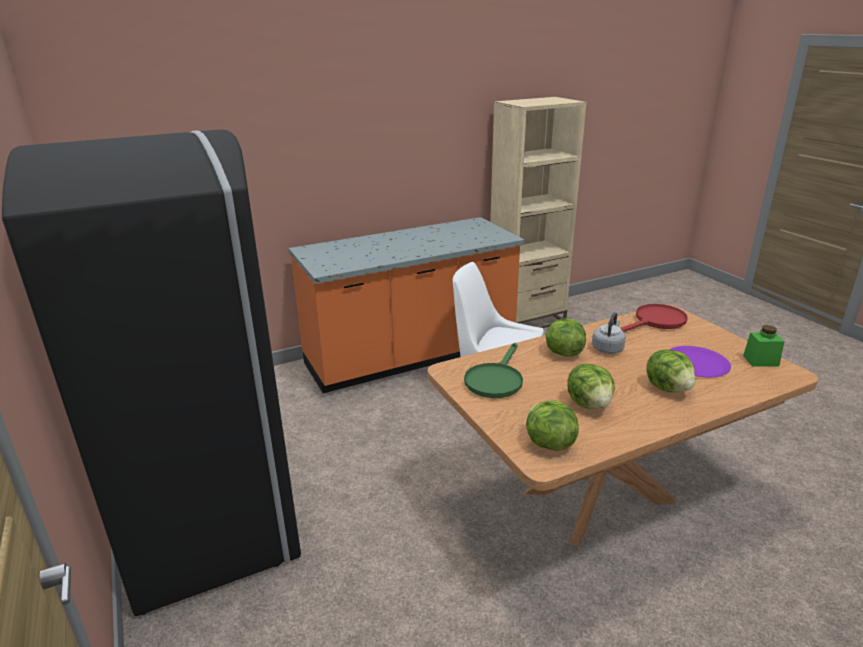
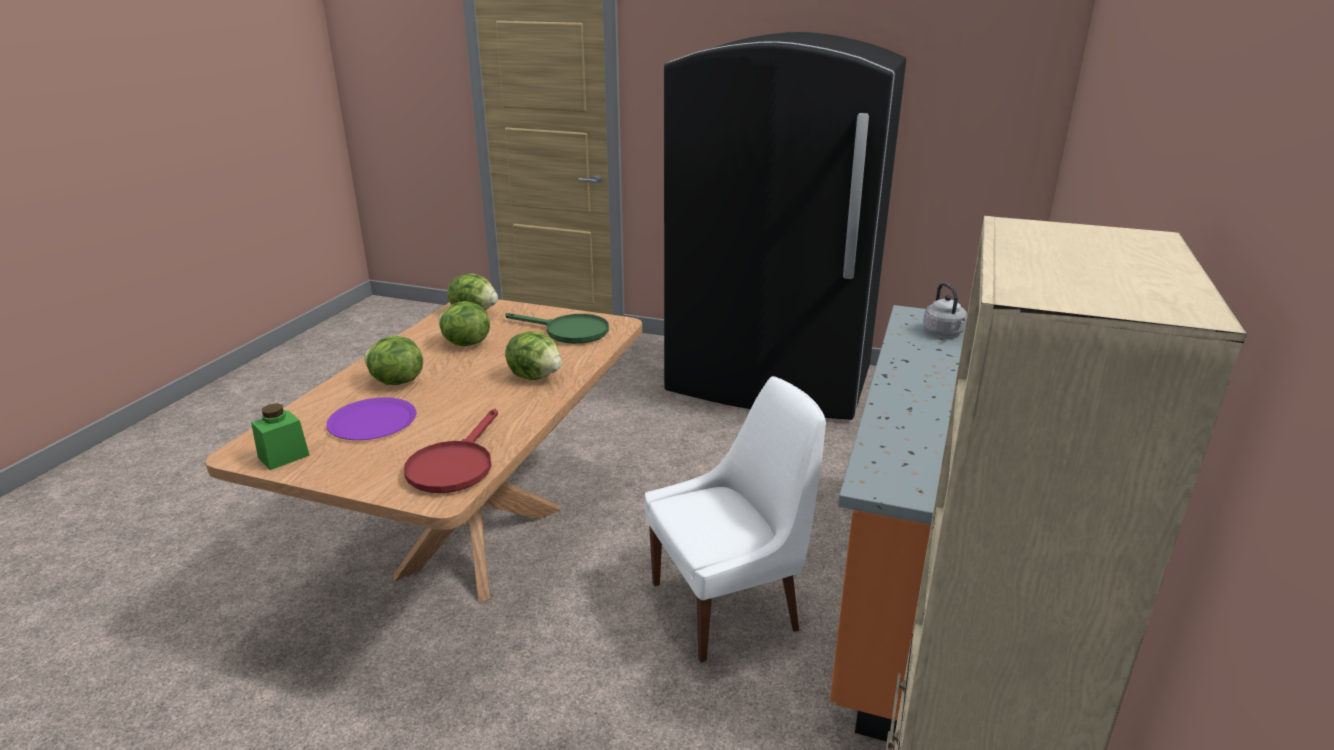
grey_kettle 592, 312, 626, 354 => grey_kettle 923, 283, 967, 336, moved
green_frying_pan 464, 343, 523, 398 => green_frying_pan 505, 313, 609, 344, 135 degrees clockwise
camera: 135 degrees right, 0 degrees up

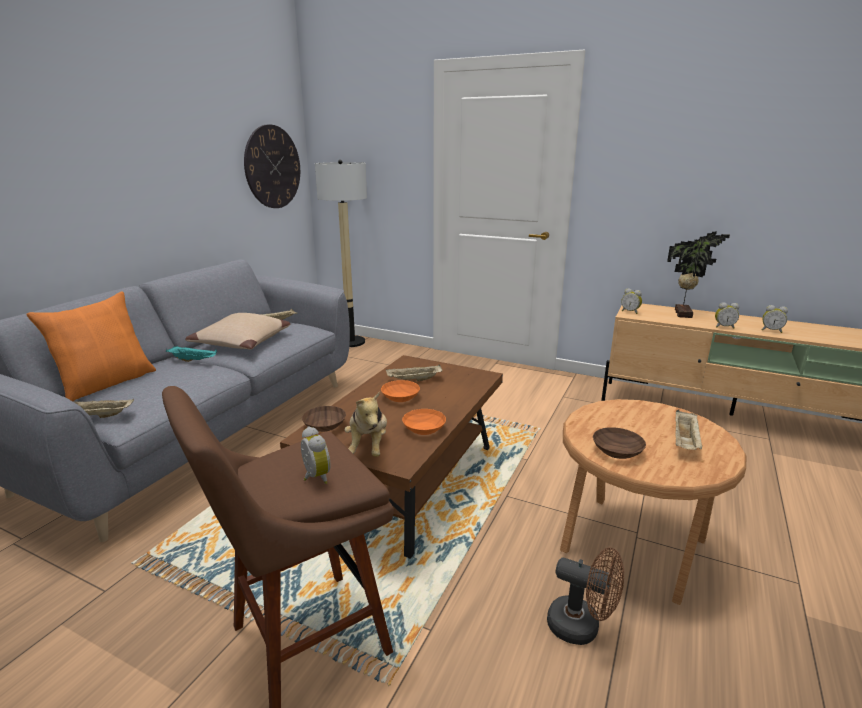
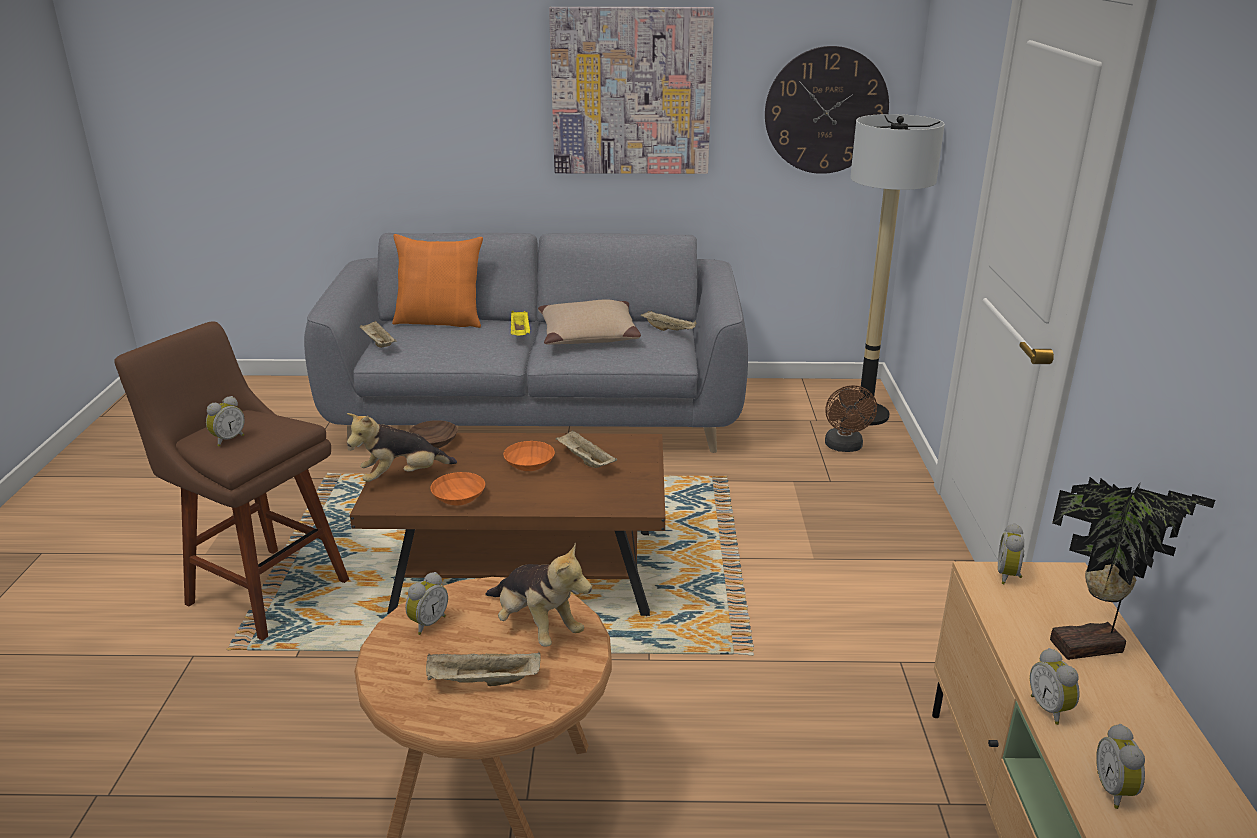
turquoise_tray 166, 346, 217, 362 => yellow_tray 511, 311, 530, 336
brown_bowl 593, 427, 646, 459 => alarm_clock 405, 572, 448, 635
brown_fan 547, 547, 624, 645 => brown_fan 825, 385, 877, 452, moved
nothing => picture 549, 7, 714, 174
nothing => plush_toy 485, 543, 592, 647
camera: 65 degrees right, 5 degrees up

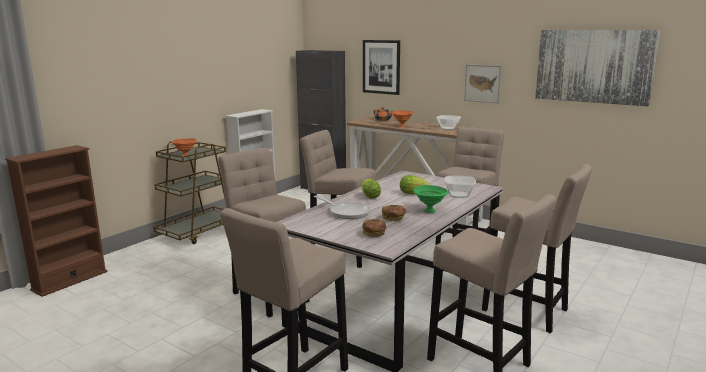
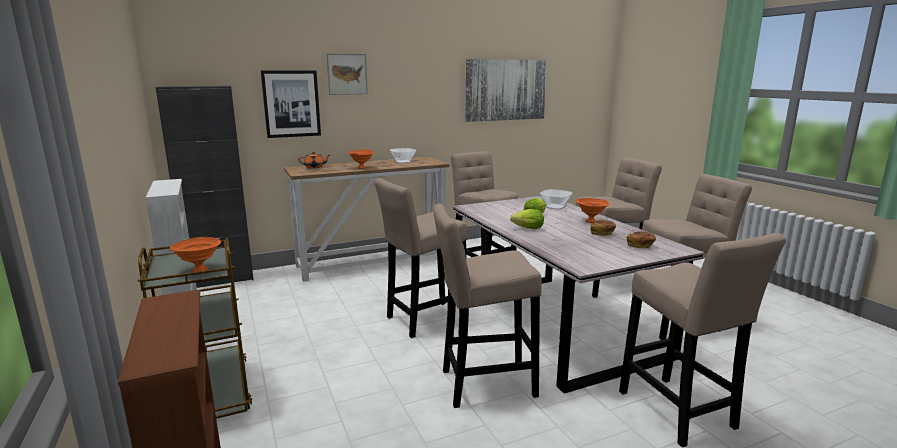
picture 464, 64, 502, 104 => picture 326, 53, 368, 95, moved
green_bowl 413, 185, 449, 213 => orange_bowl 576, 198, 610, 223
frying_pan 314, 195, 371, 219 => nothing
camera: 60 degrees left, 0 degrees up

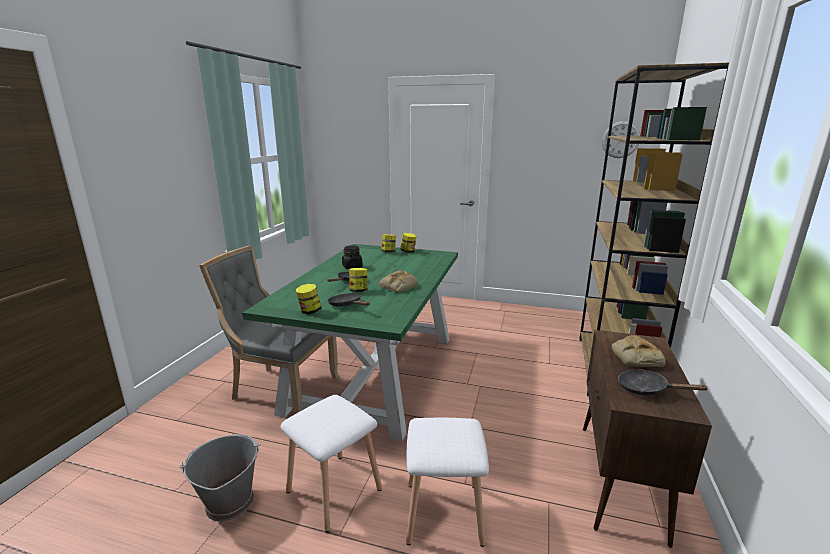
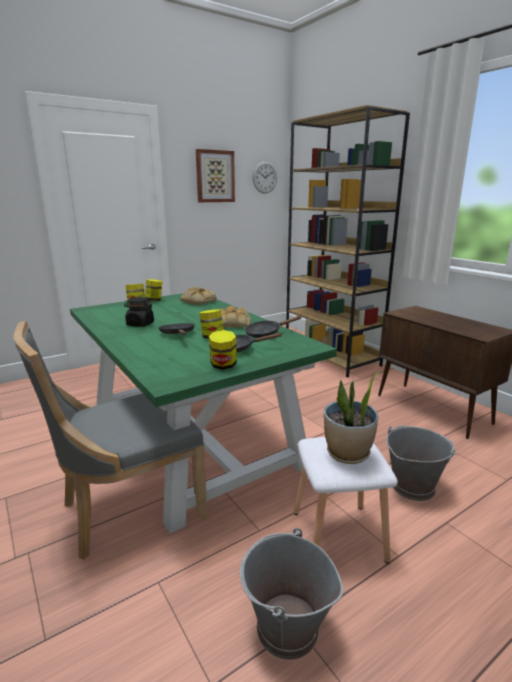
bread 612, 335, 666, 367 => bread 180, 287, 217, 305, moved
black_frying_pan 618, 369, 709, 395 => black_frying_pan 244, 316, 301, 338, moved
white_stool 406, 418, 489, 547 => grey_bucket 387, 426, 457, 501
nothing => picture 196, 149, 235, 202
nothing => potted_plant 324, 371, 380, 464
camera: 50 degrees left, 0 degrees up

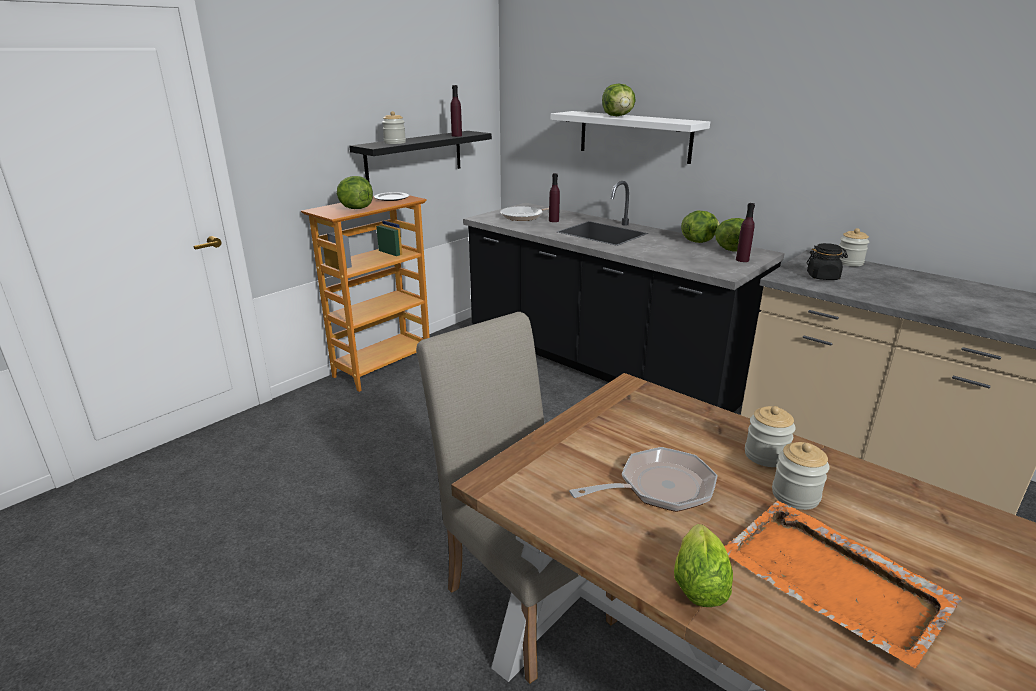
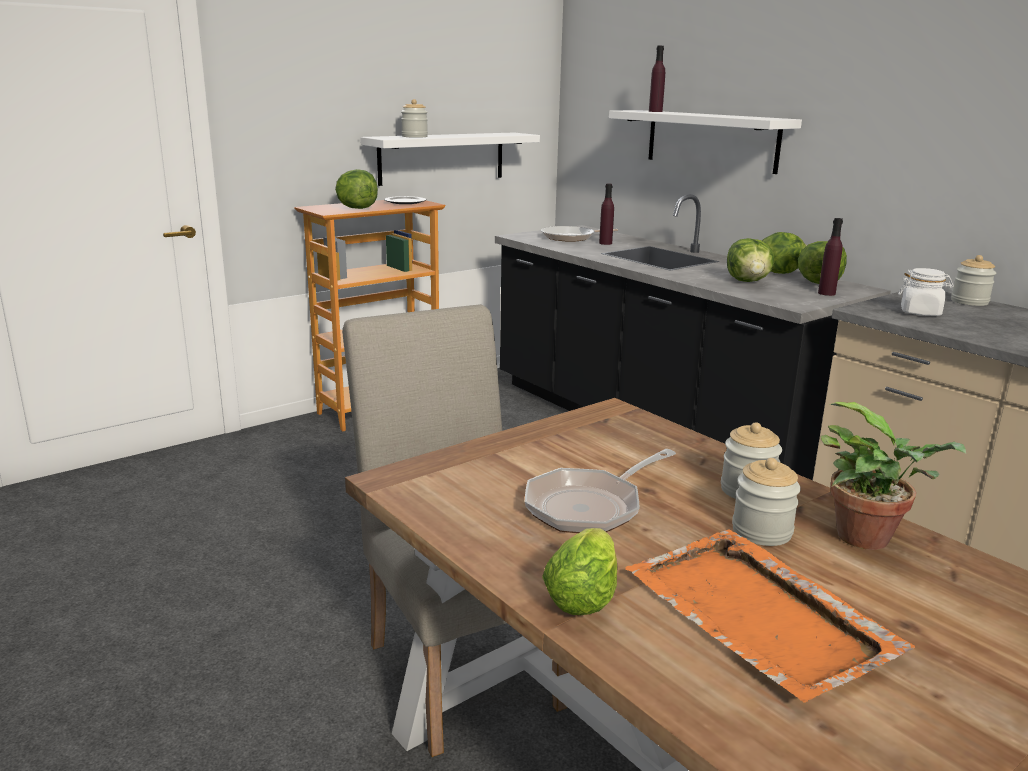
lettuce 602, 83, 636, 116 => lettuce 727, 238, 774, 282, moved
purple_bottle 450, 85, 462, 137 => purple_bottle 649, 46, 665, 112, moved
black_shelf 349, 131, 492, 183 => white_shelf 360, 133, 540, 186
black_jar 807, 243, 848, 280 => white_jar 898, 268, 954, 316
frying_pan 569, 447, 718, 512 => frying_pan 525, 449, 676, 533, 150 degrees clockwise
nothing => potted_plant 821, 402, 966, 550
camera: 10 degrees right, 5 degrees down

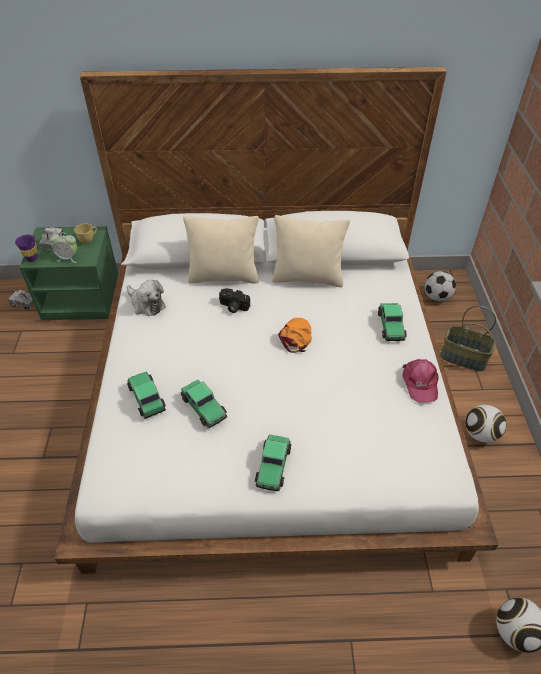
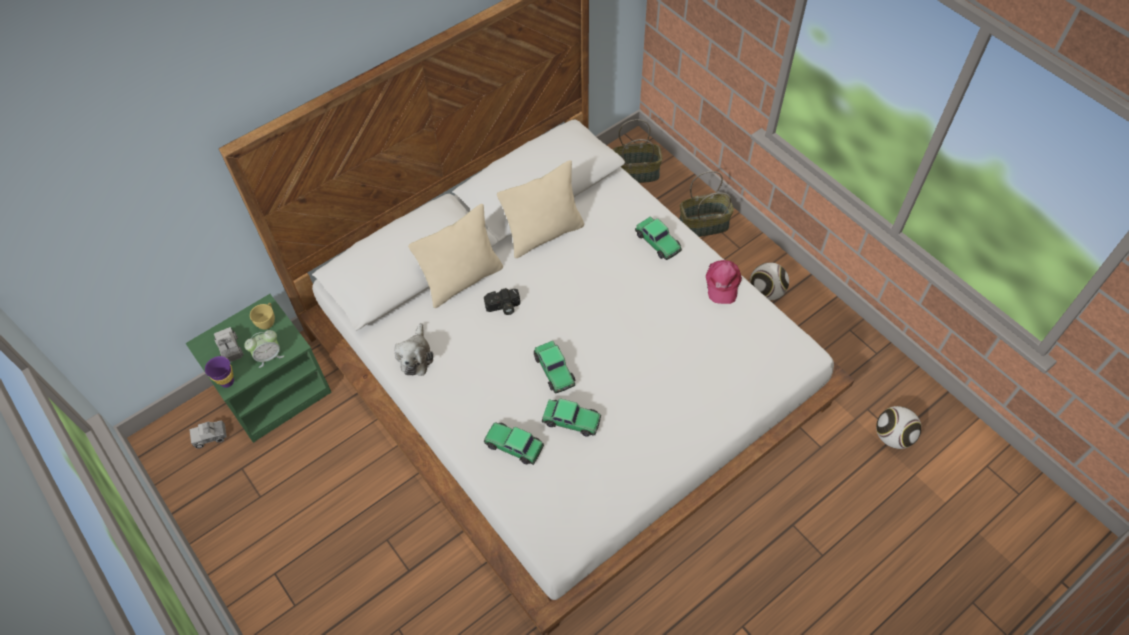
football 425, 271, 456, 302 => basket 612, 119, 663, 183
plush_toy 126, 280, 166, 316 => plush_toy 394, 323, 433, 376, 90 degrees clockwise
orange_cap 278, 318, 312, 353 => nothing
pink_cap 403, 359, 439, 403 => pink_cap 706, 260, 742, 304, 45 degrees clockwise
toy_car 255, 434, 292, 491 => toy_car 534, 341, 576, 393, moved
camera: 35 degrees left, 10 degrees up

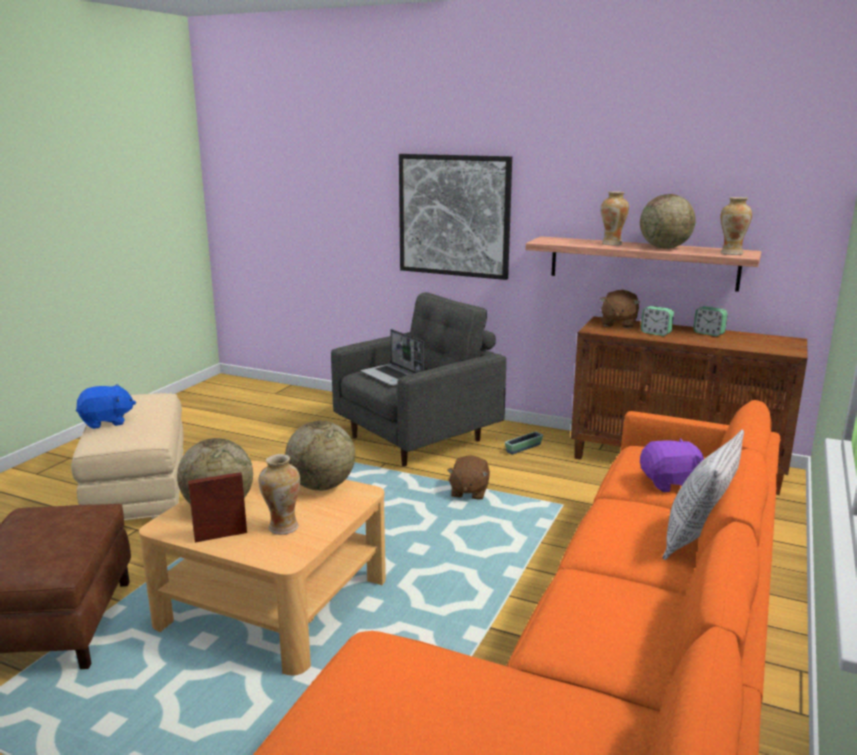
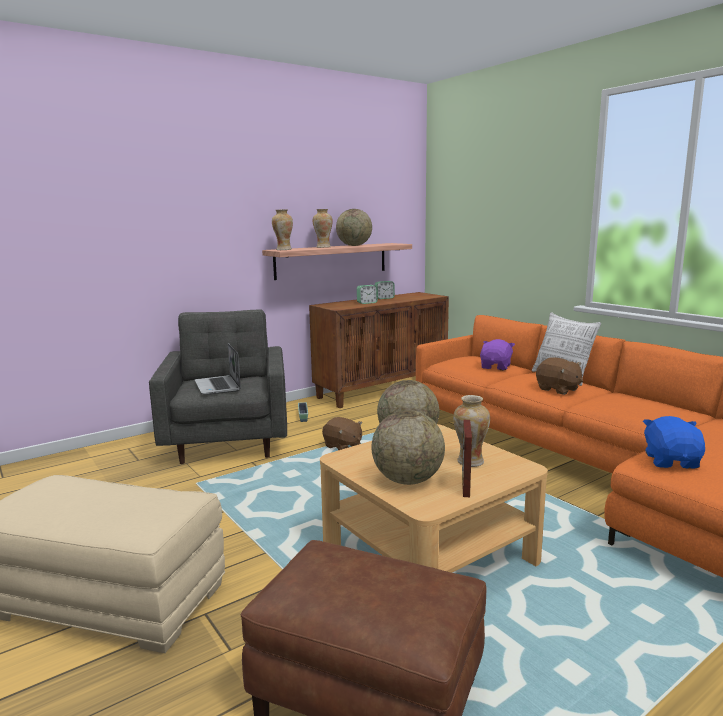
picture 399, 154, 512, 280 => nothing
vase 721, 197, 752, 255 => vase 272, 209, 293, 250, moved
brown_plush_toy 600, 290, 640, 329 => brown_plush_toy 536, 357, 583, 395, moved
laptop 361, 329, 424, 386 => laptop 195, 343, 241, 395, 75 degrees clockwise
blue_plush_toy 76, 384, 136, 429 => blue_plush_toy 643, 416, 705, 469, moved
camera: 60 degrees left, 5 degrees down

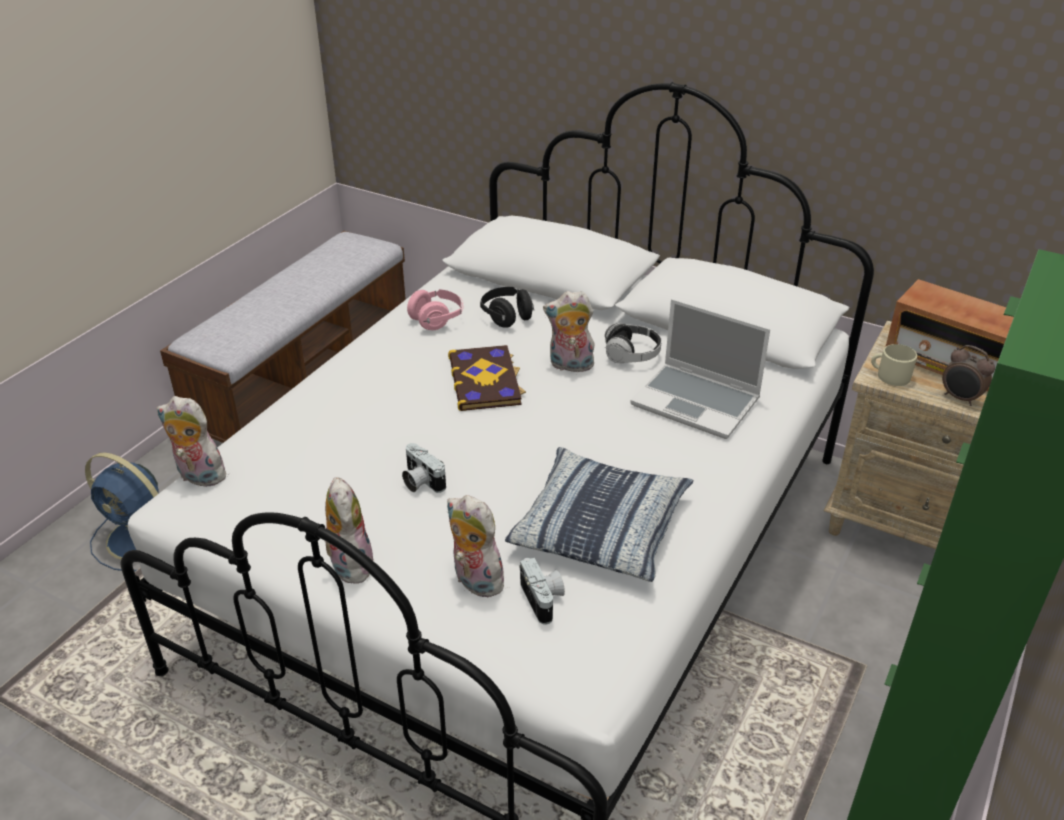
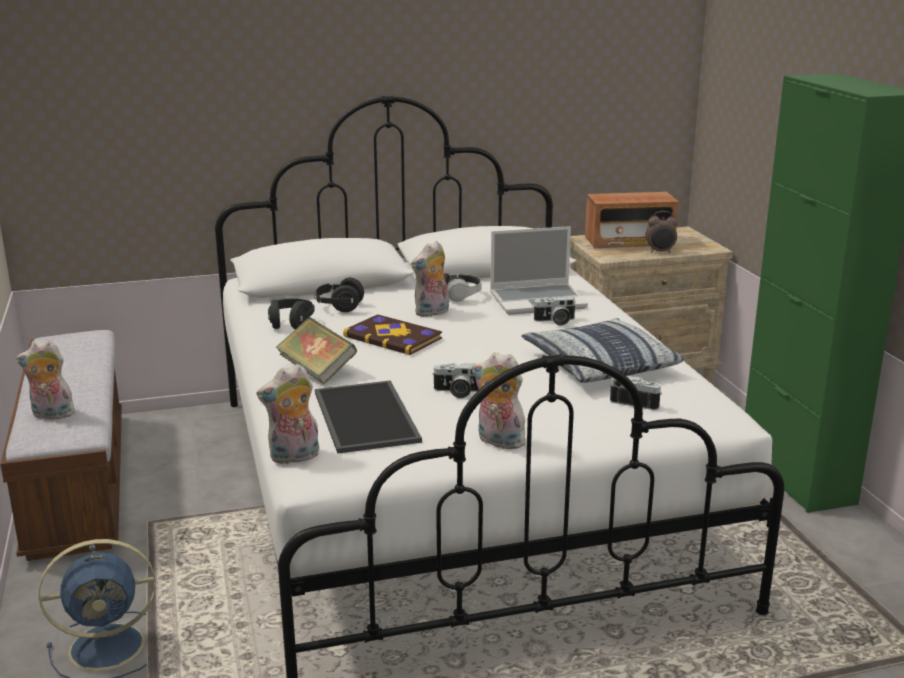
pink_headphones 407, 289, 463, 330 => black_headphones 268, 299, 315, 329
beige_mug 871, 344, 917, 386 => nothing
plush_toy 447, 495, 504, 598 => plush_toy 16, 340, 75, 419, moved
nothing => photo_camera 534, 296, 576, 326
nothing => book 276, 317, 357, 384
nothing => tray 315, 380, 422, 454
camera: 45 degrees left, 15 degrees down

